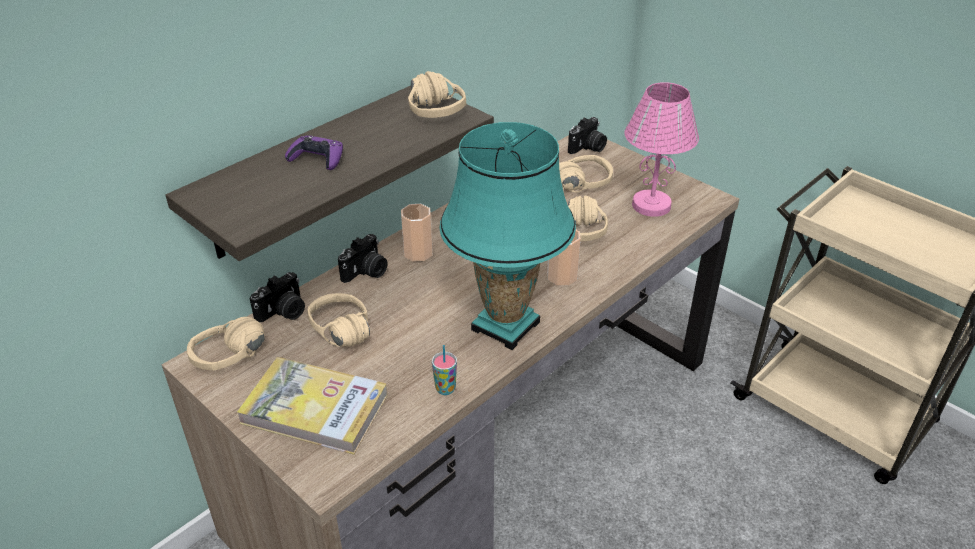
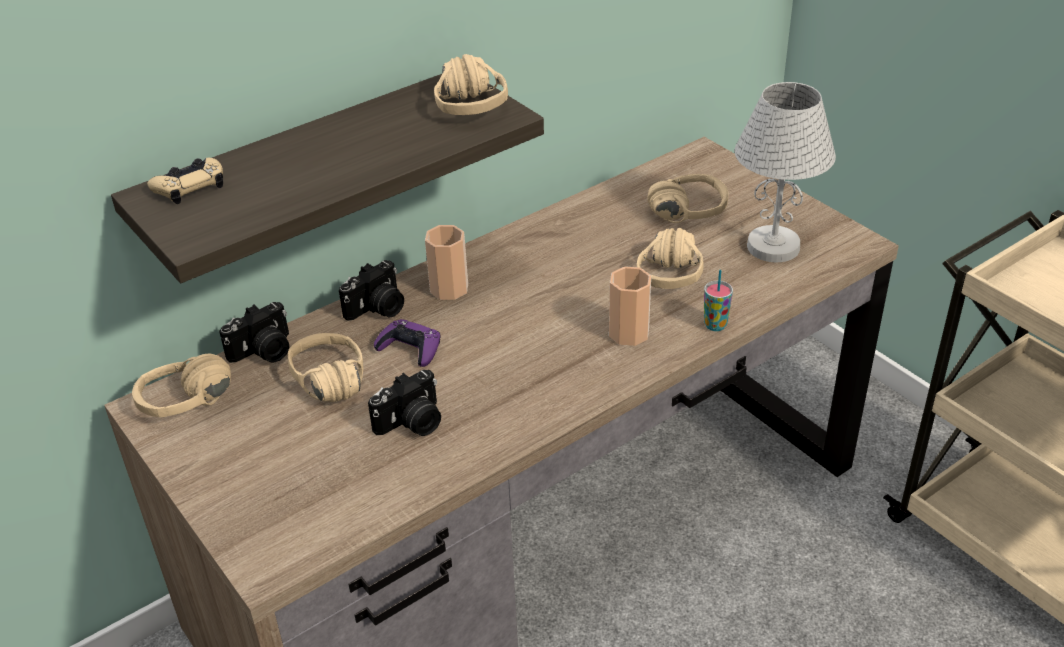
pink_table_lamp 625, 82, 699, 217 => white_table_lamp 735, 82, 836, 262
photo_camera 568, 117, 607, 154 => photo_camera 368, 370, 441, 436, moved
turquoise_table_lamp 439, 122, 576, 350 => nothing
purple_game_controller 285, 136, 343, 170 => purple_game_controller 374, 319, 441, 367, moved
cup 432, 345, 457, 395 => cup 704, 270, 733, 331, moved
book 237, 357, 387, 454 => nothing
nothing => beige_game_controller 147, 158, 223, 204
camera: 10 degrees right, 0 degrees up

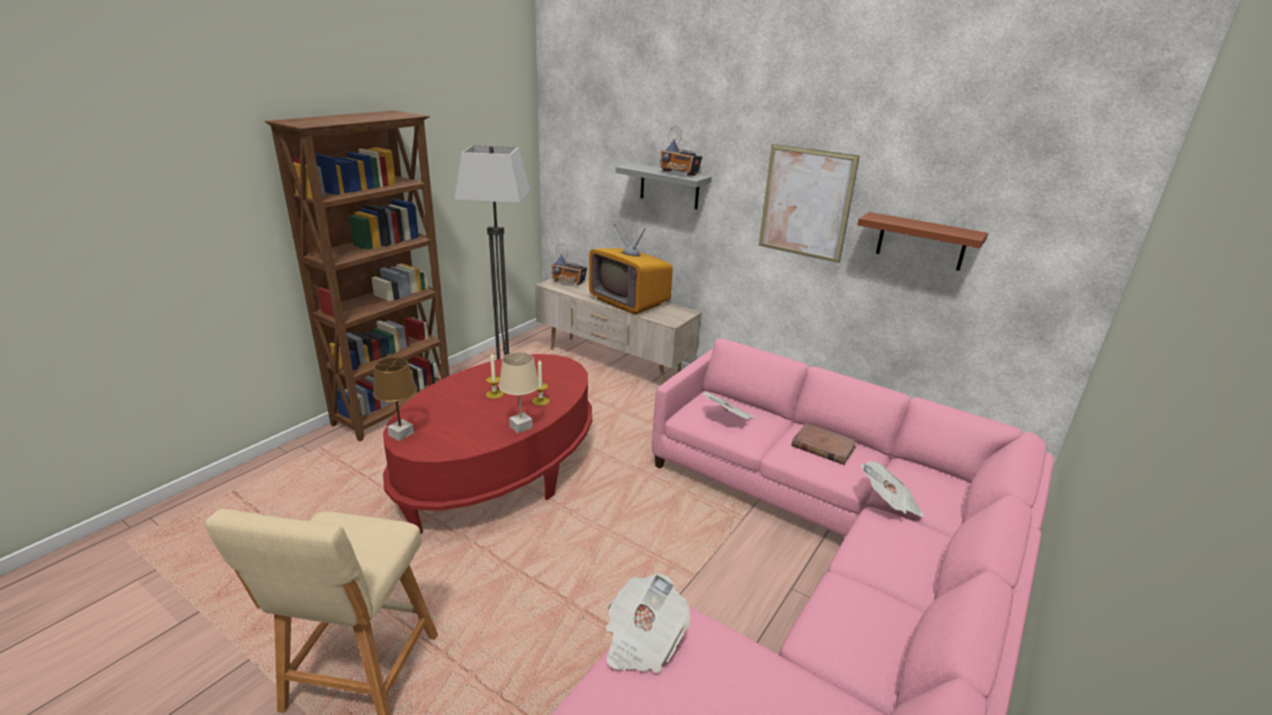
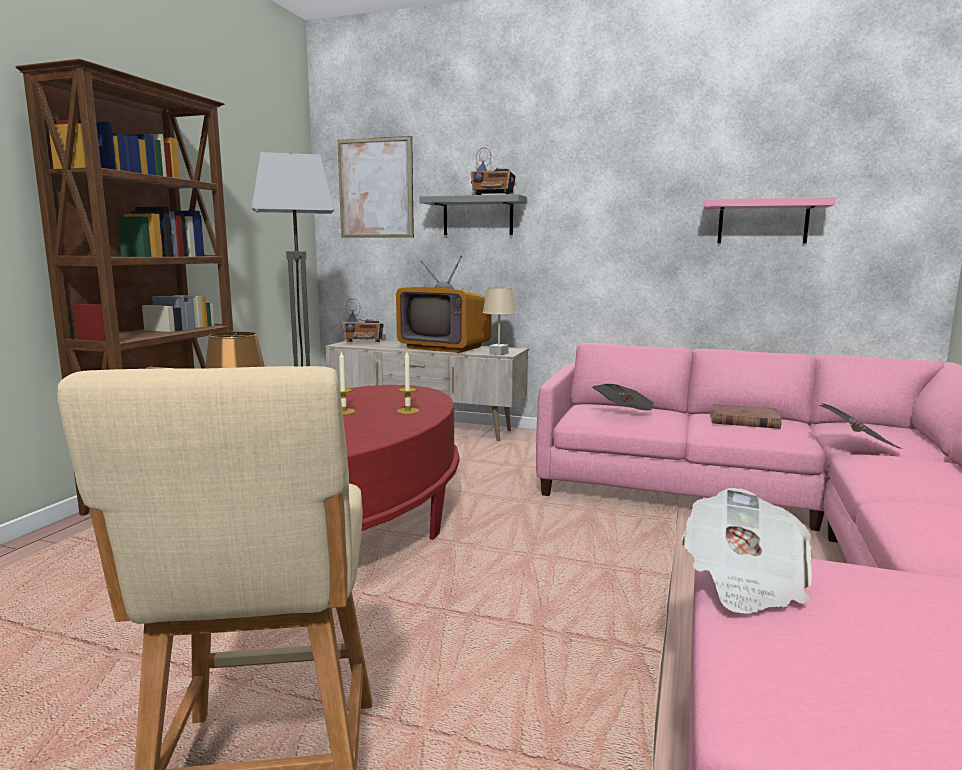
picture 759, 144, 860, 263 => picture 338, 136, 414, 238, moved
brown_shelf 857, 212, 988, 271 => pink_shelf 704, 197, 836, 244
beige_table_lamp 499, 352, 540, 433 => beige_table_lamp 482, 287, 516, 355, moved
camera: 15 degrees left, 15 degrees down

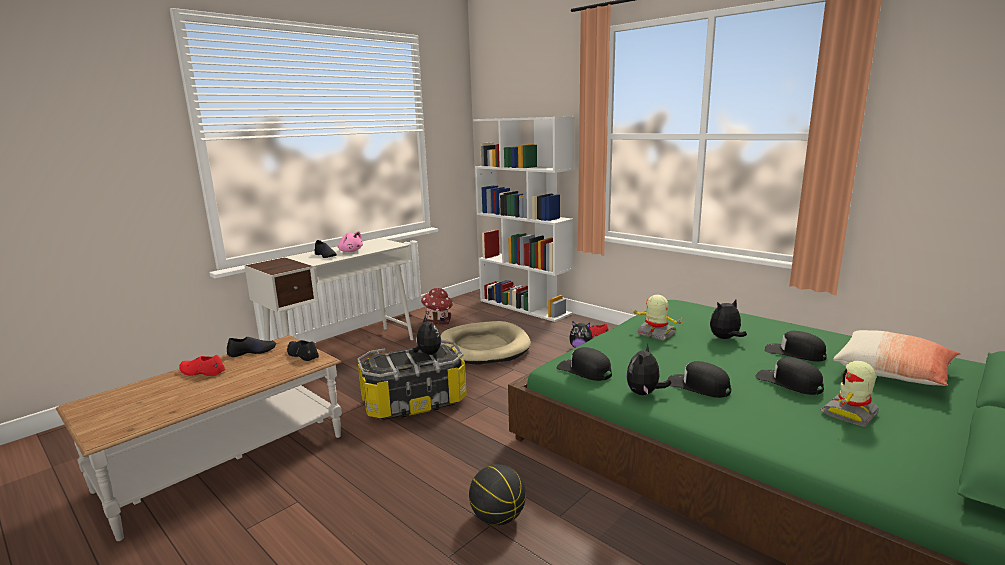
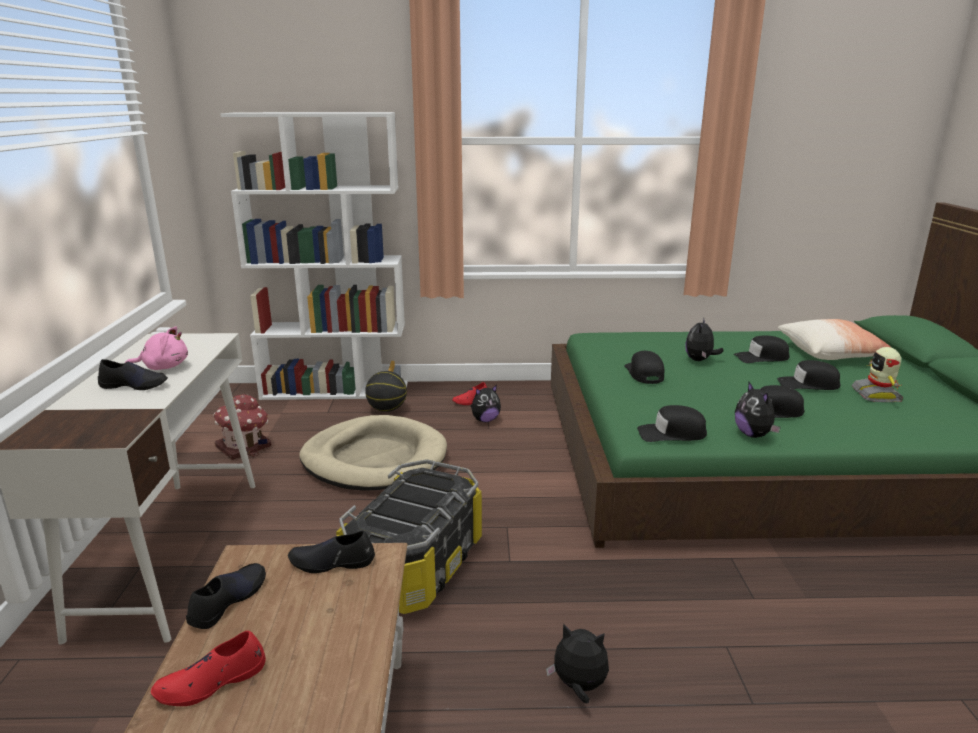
toy_robot 632, 295, 683, 341 => black_cap 624, 351, 664, 384
plush_toy 413, 317, 441, 355 => plush_toy 546, 623, 609, 703, moved
basketball 469, 464, 526, 525 => basketball 365, 371, 407, 412, moved
camera: 45 degrees left, 5 degrees up

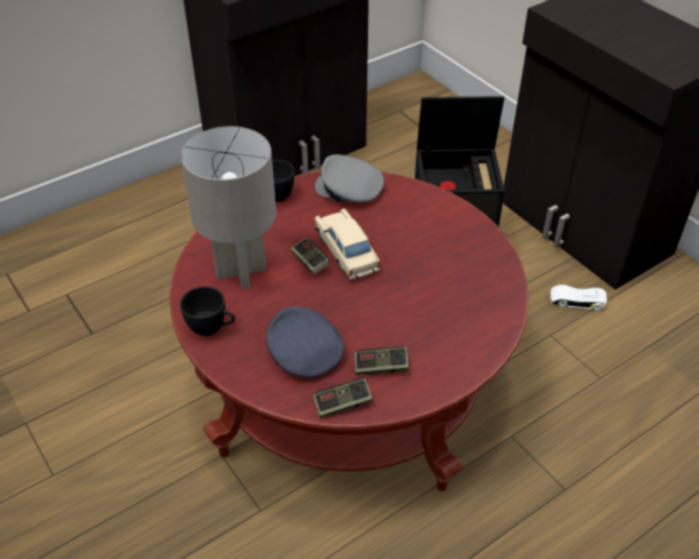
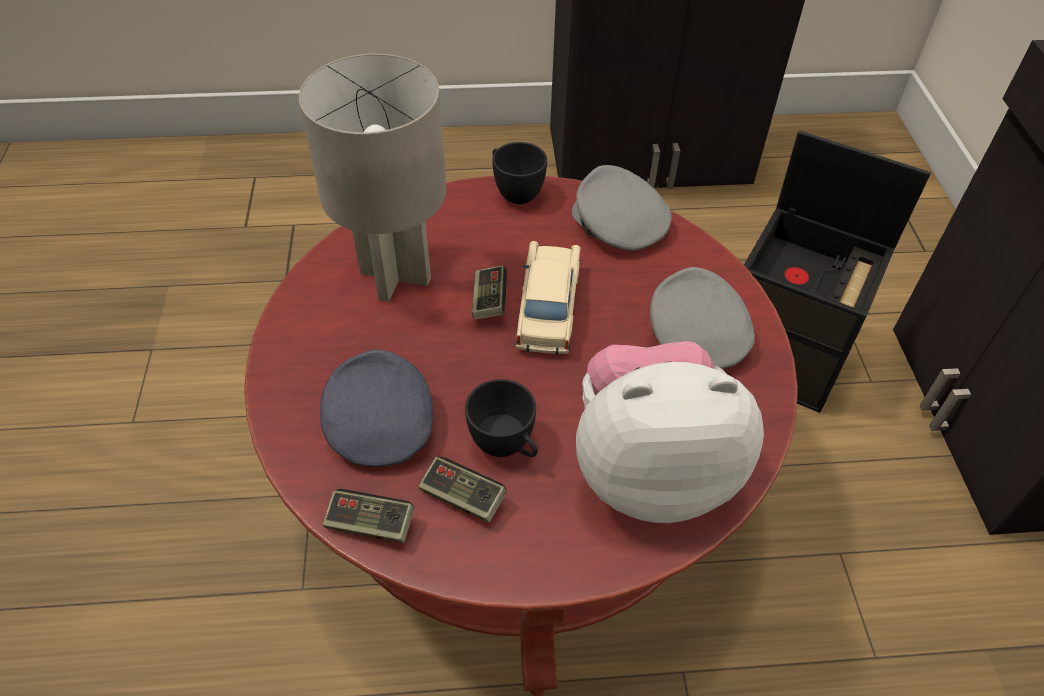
white_toy_car 550, 284, 607, 311 => nothing
black_cup 180, 286, 235, 336 => black_cup 465, 379, 538, 457, moved
nothing => grey_cap 650, 267, 755, 369
nothing => plush_toy 576, 341, 764, 523
camera: 30 degrees right, 5 degrees up

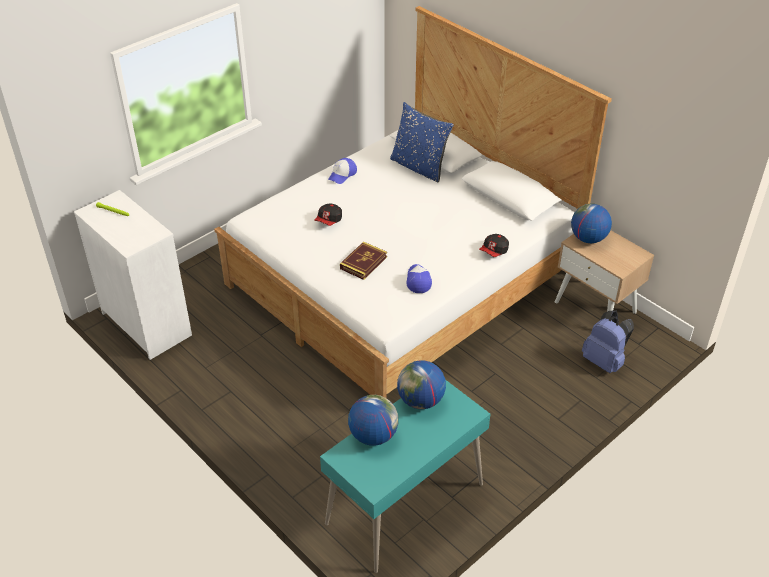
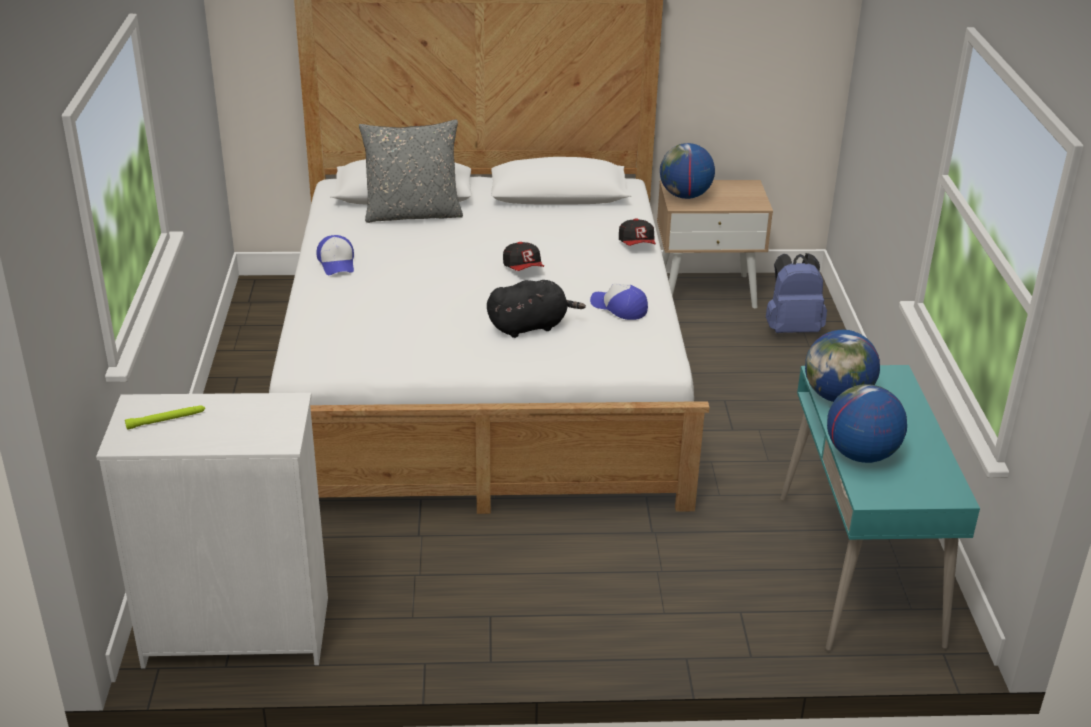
blue_pillow 390, 102, 454, 182 => grey_pillow 359, 120, 463, 223
cap 314, 203, 342, 226 => cap 503, 242, 544, 271, moved
book 340, 242, 387, 280 => black_plush_toy 487, 280, 586, 338
camera: 50 degrees left, 10 degrees down

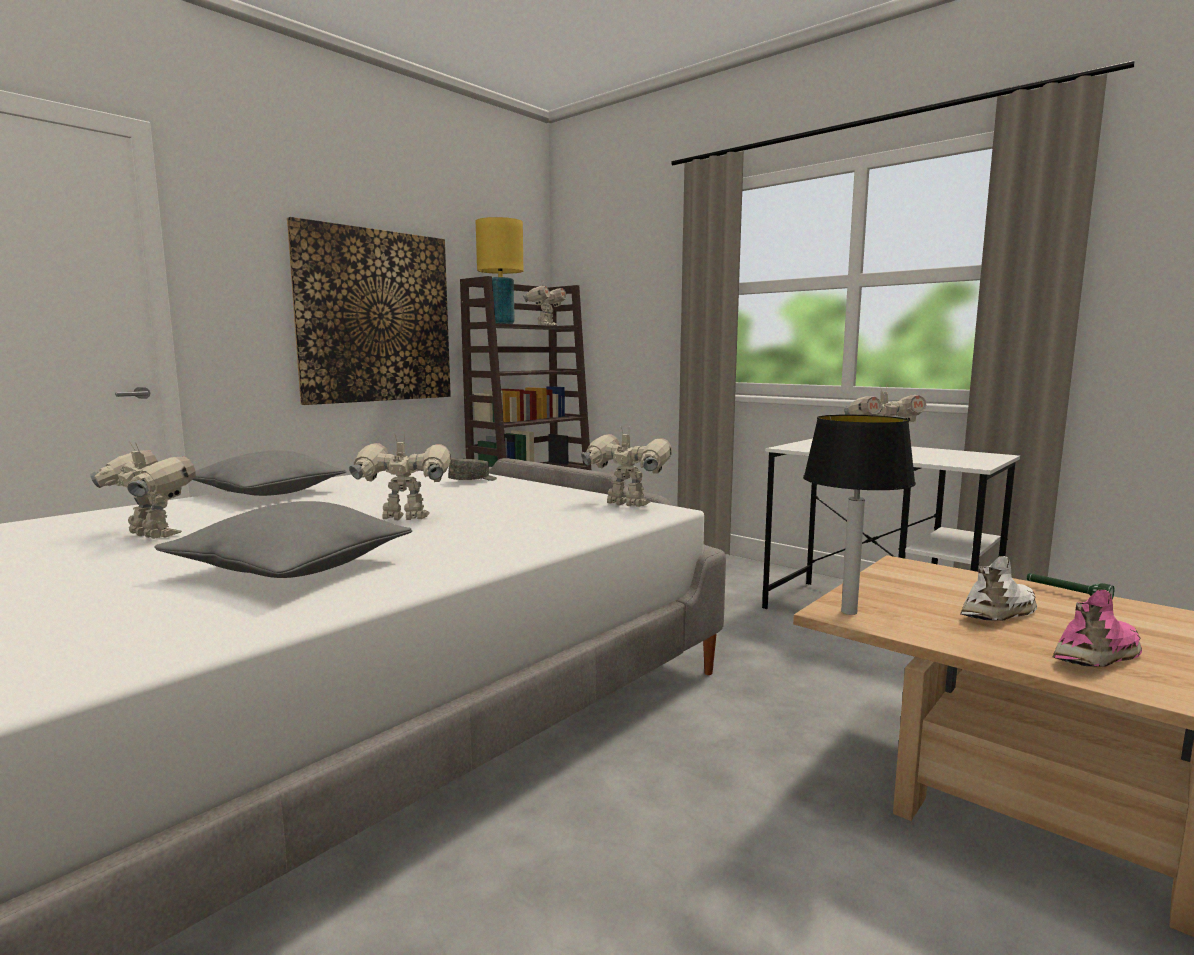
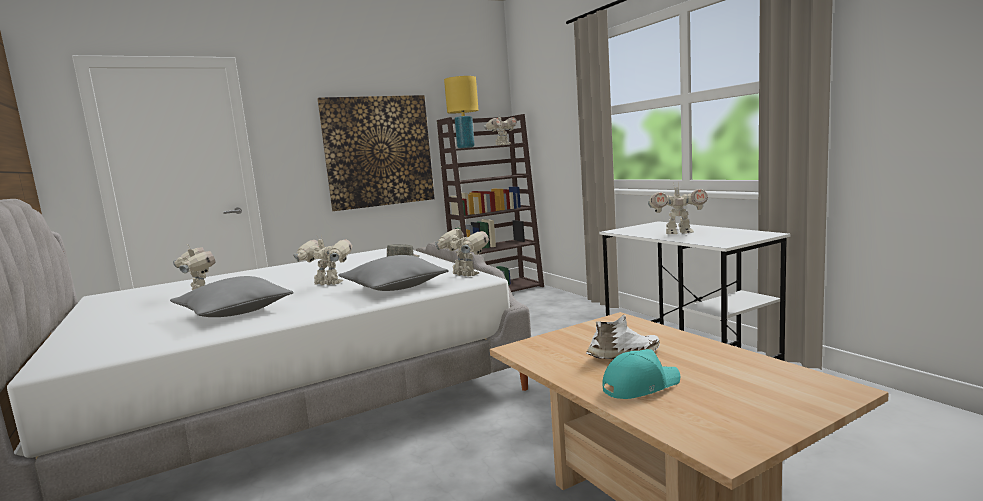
table_lamp 803, 415, 916, 615 => nothing
grey_pillow 193, 450, 346, 496 => grey_pillow 338, 255, 449, 291, moved
green_flashlight 1027, 573, 1114, 600 => nothing
pink_shoe 1053, 589, 1142, 667 => turquoise_cap 602, 349, 680, 399
camera: 20 degrees right, 0 degrees up

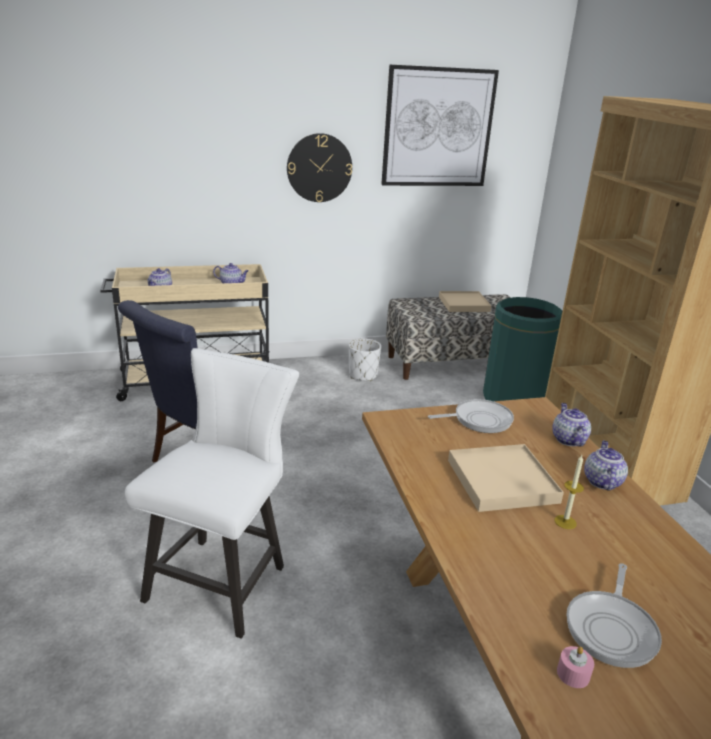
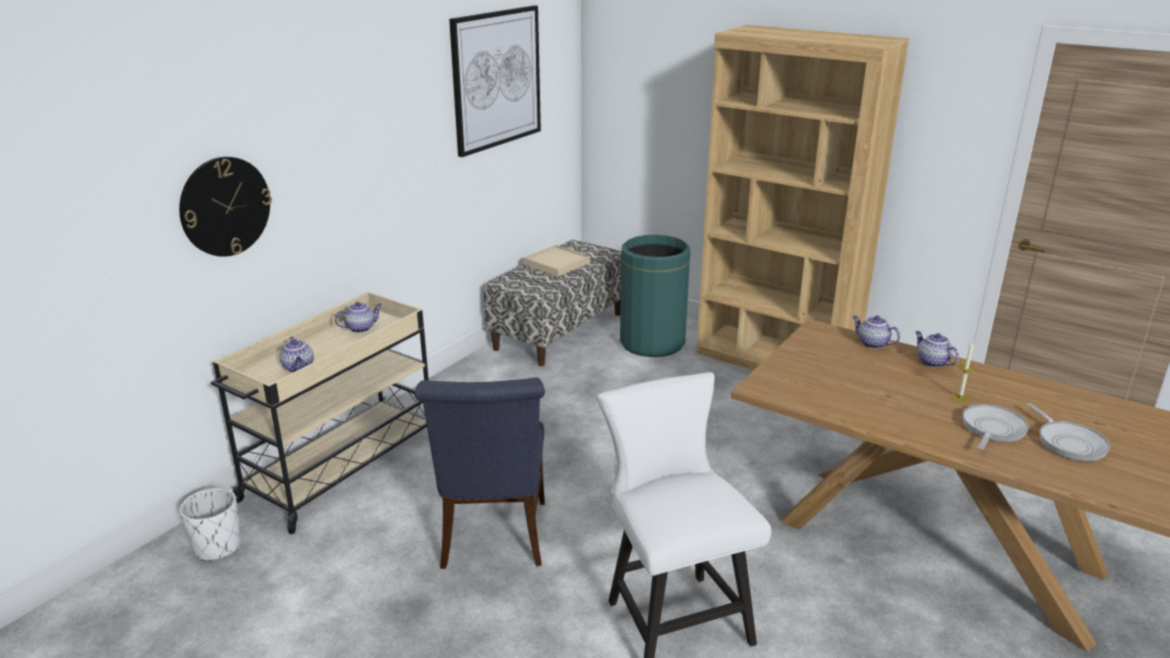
wall_clock 287, 133, 352, 202 => wall_clock 179, 156, 272, 257, moved
white_planter 349, 338, 381, 381 => white_planter 179, 488, 241, 561, moved
frying_pan 428, 399, 514, 433 => frying_pan 962, 404, 1029, 450, moved
beige_tray 448, 444, 564, 512 => nothing
pink_candle 557, 646, 594, 688 => nothing
camera: 40 degrees left, 0 degrees up

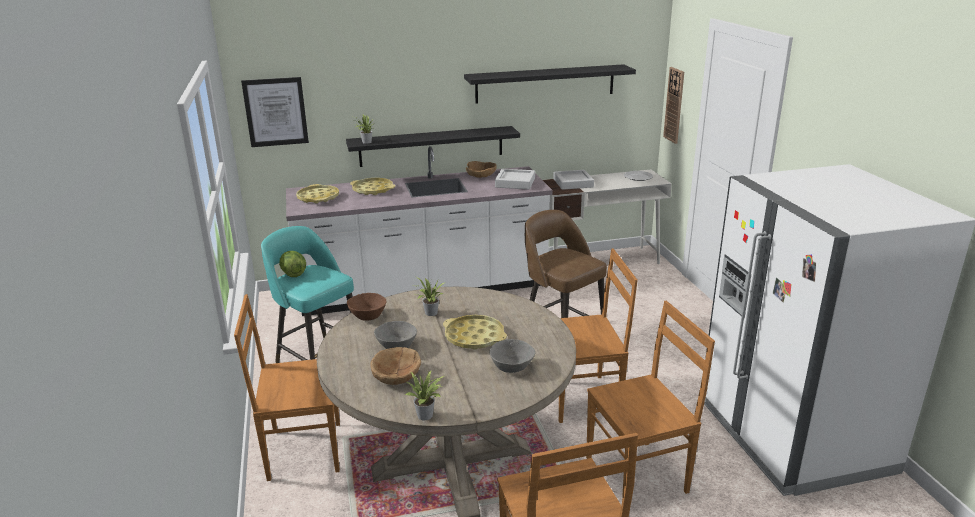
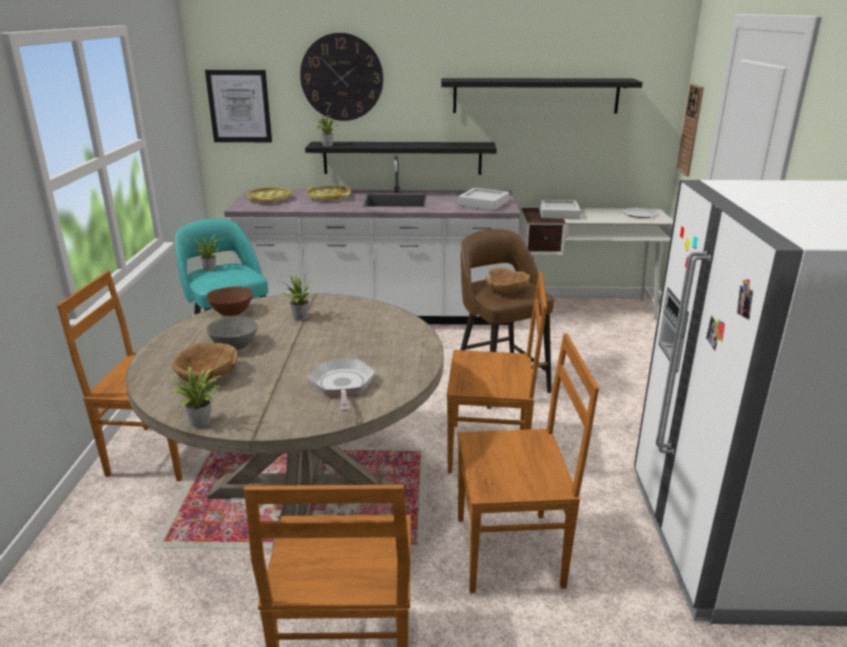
brown_bowl 466, 161, 497, 178 => brown_bowl 485, 268, 530, 293, moved
lettuce 279, 251, 306, 277 => potted_plant 194, 235, 221, 271
yellow_tray 443, 315, 507, 349 => nothing
grey_bowl 490, 339, 536, 373 => frying_pan 307, 359, 376, 411
nothing => wall_clock 300, 33, 383, 121
camera: 15 degrees right, 0 degrees up

